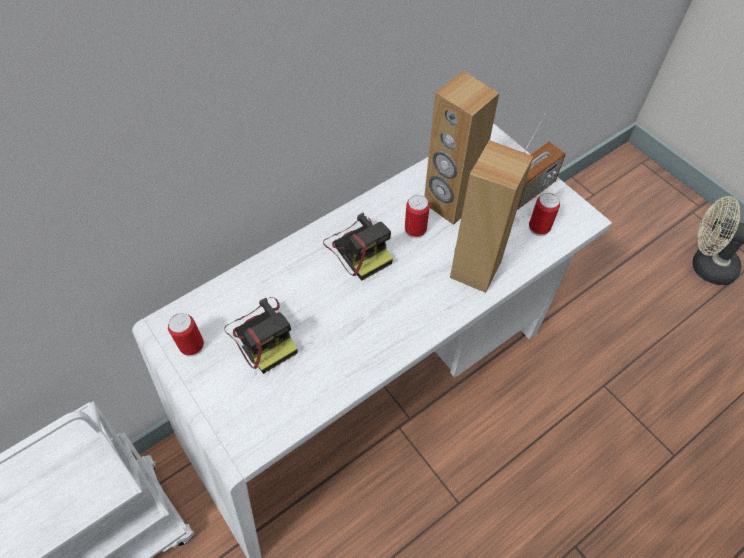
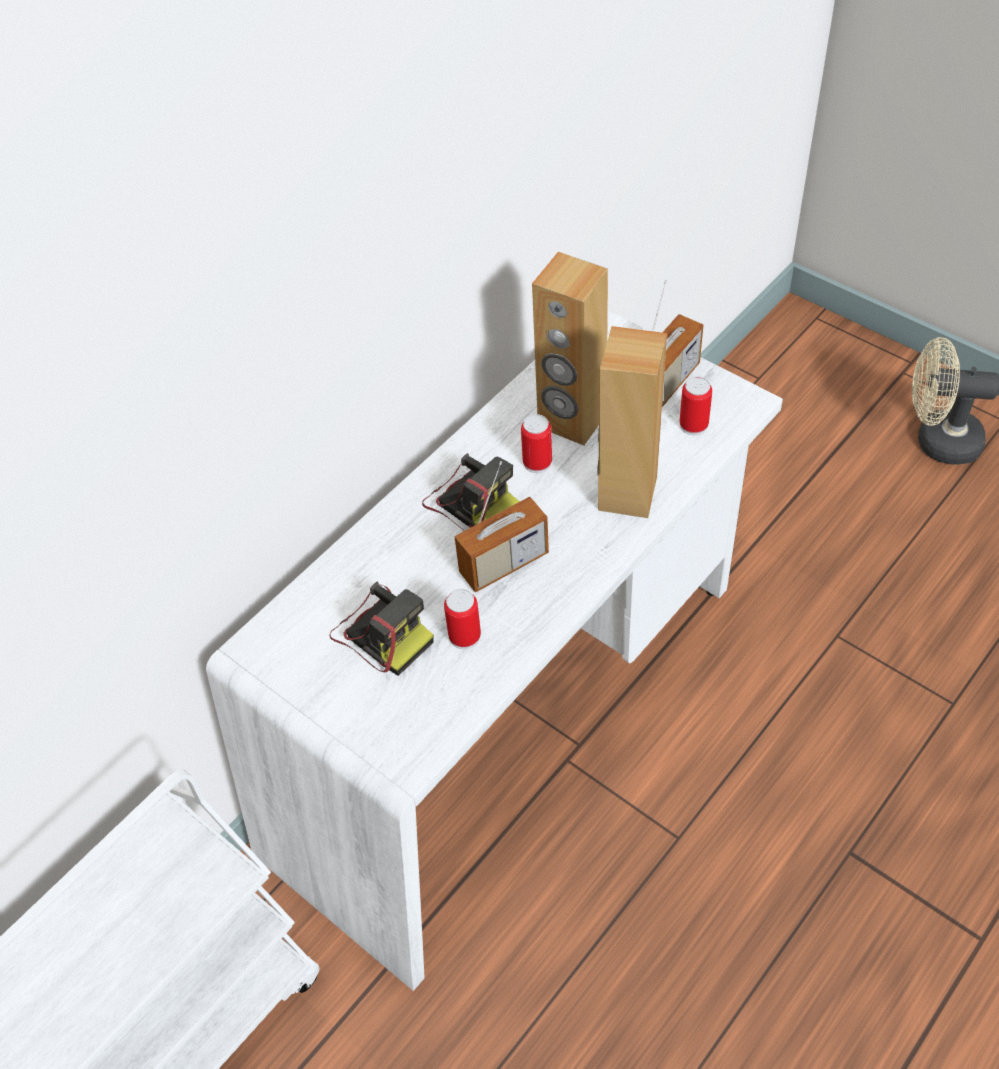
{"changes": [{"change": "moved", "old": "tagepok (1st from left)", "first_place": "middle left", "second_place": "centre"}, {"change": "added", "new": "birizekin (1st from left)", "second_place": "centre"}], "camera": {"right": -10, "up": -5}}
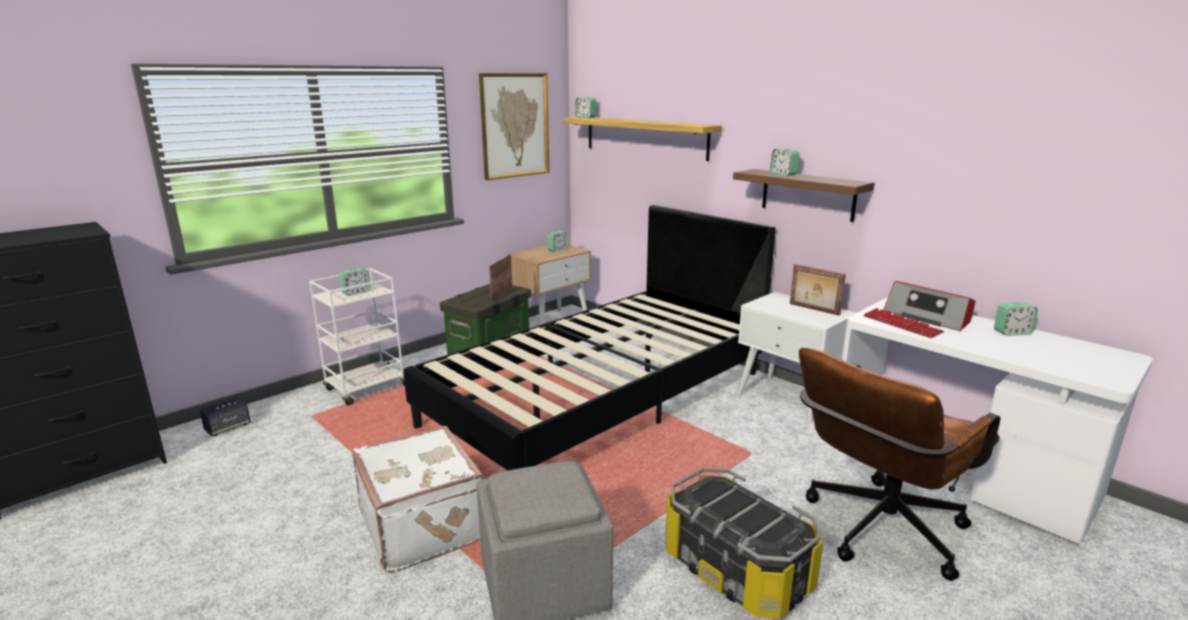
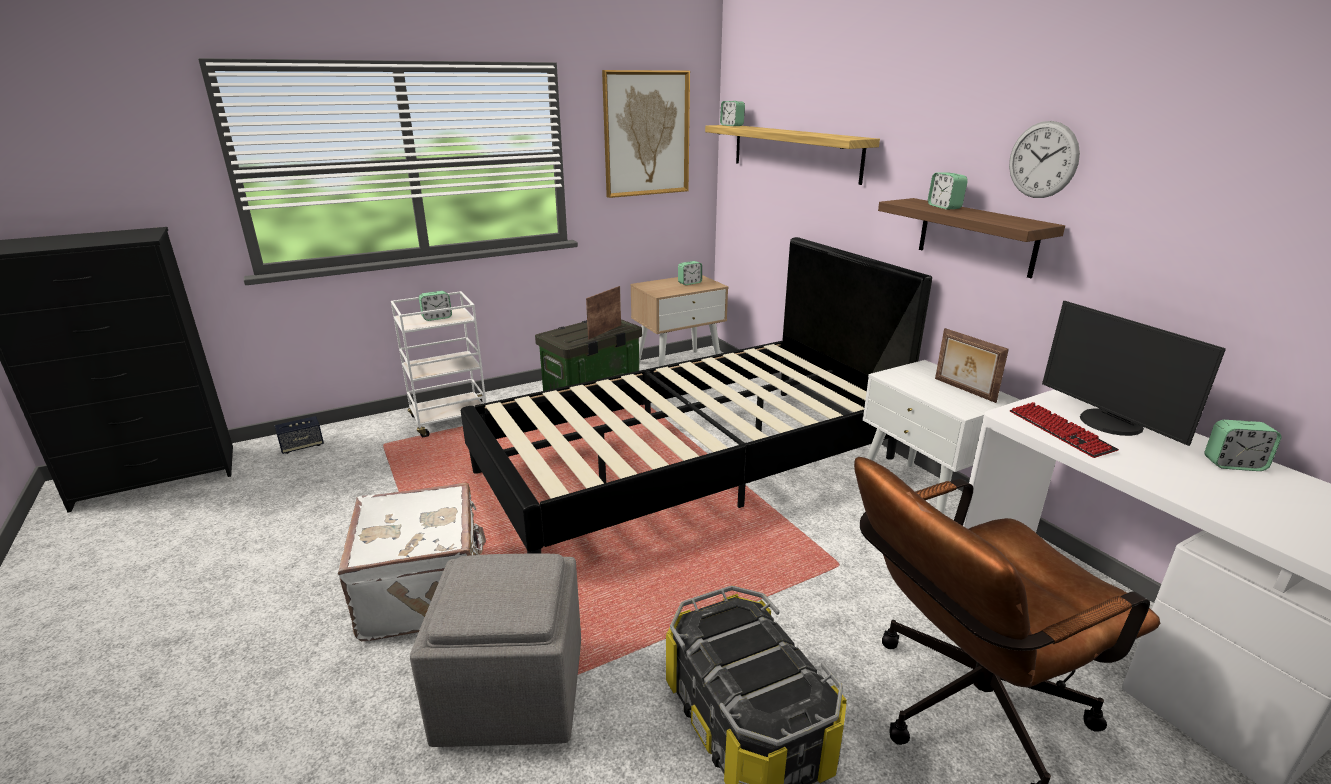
{"changes": [{"change": "replaced", "old": "birizekin", "new": "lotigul", "first_place": "middle right", "second_place": "middle right"}, {"change": "added", "new": "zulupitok", "second_place": "top right"}], "camera": {"right": 15, "up": 5}}
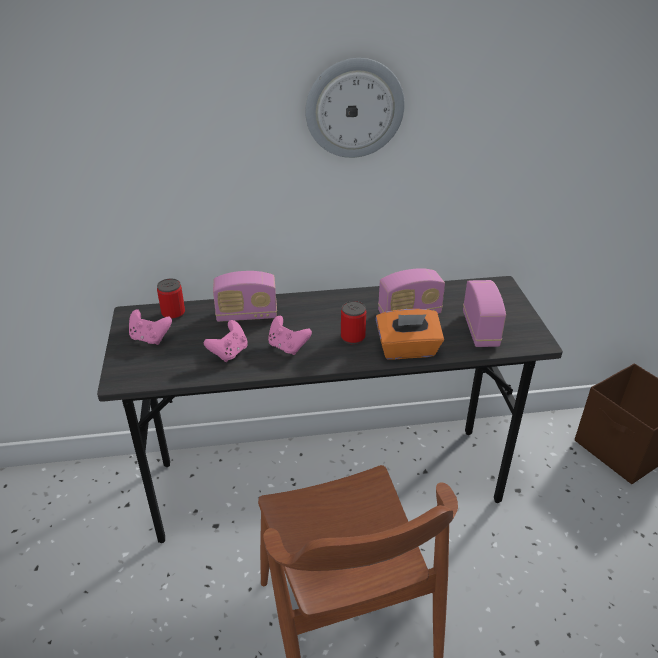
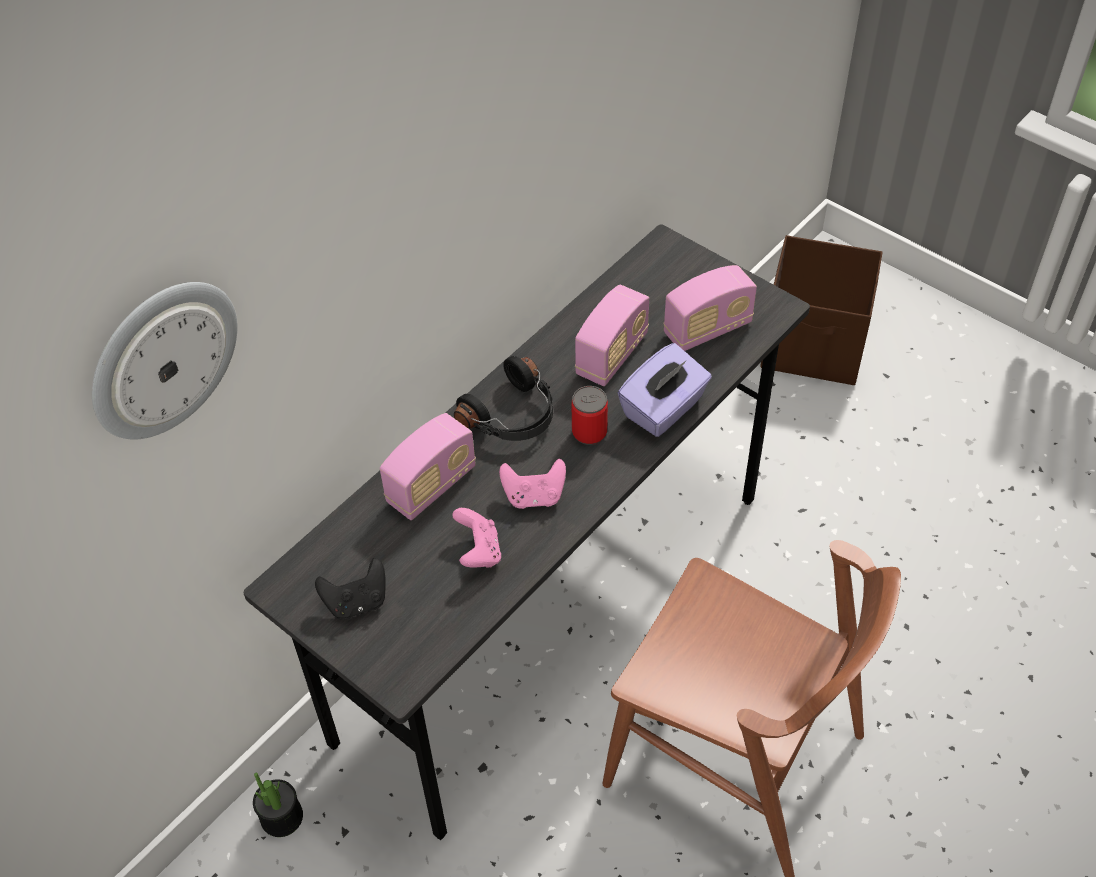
{"changes": [{"change": "recoloured", "old": "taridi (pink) (1st from left)", "new": "taridi (black)", "first_place": "middle left", "second_place": "bottom left"}, {"change": "removed", "old": "tagepok (1st from left)", "first_place": "middle left"}, {"change": "moved", "old": "zulupitok", "first_place": "top centre", "second_place": "middle left"}, {"change": "recoloured", "old": "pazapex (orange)", "new": "pazapex (purple)", "first_place": "centre", "second_place": "centre"}, {"change": "turned", "old": "birizekin (3rd from left)", "first_place": "middle right", "second_place": "centre", "degrees": 105}, {"change": "added", "new": "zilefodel", "second_place": "bottom left"}, {"change": "added", "new": "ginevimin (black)", "second_place": "centre"}], "camera": {"right": -40, "up": 15}}
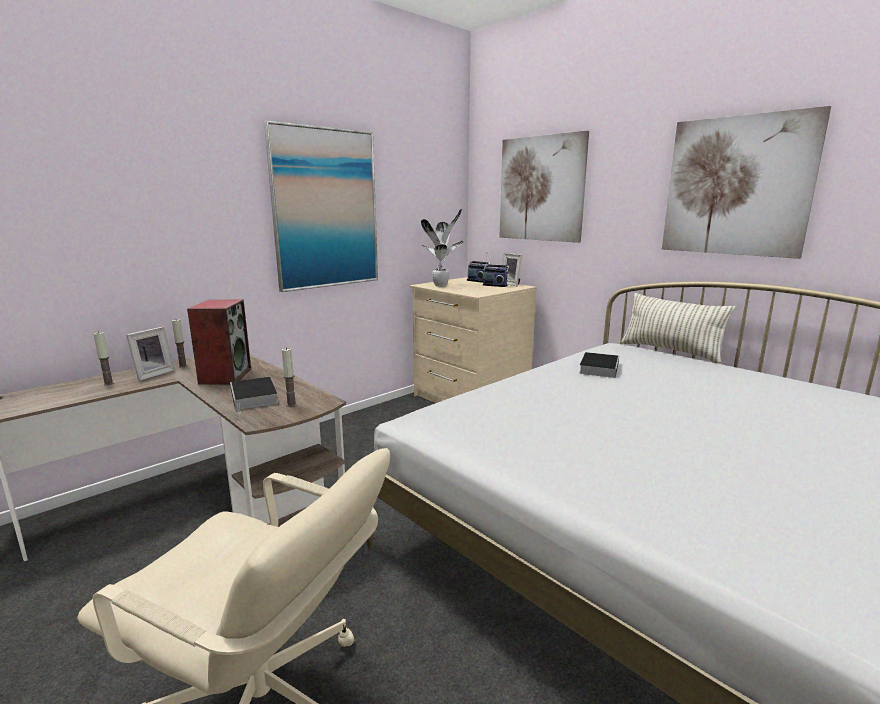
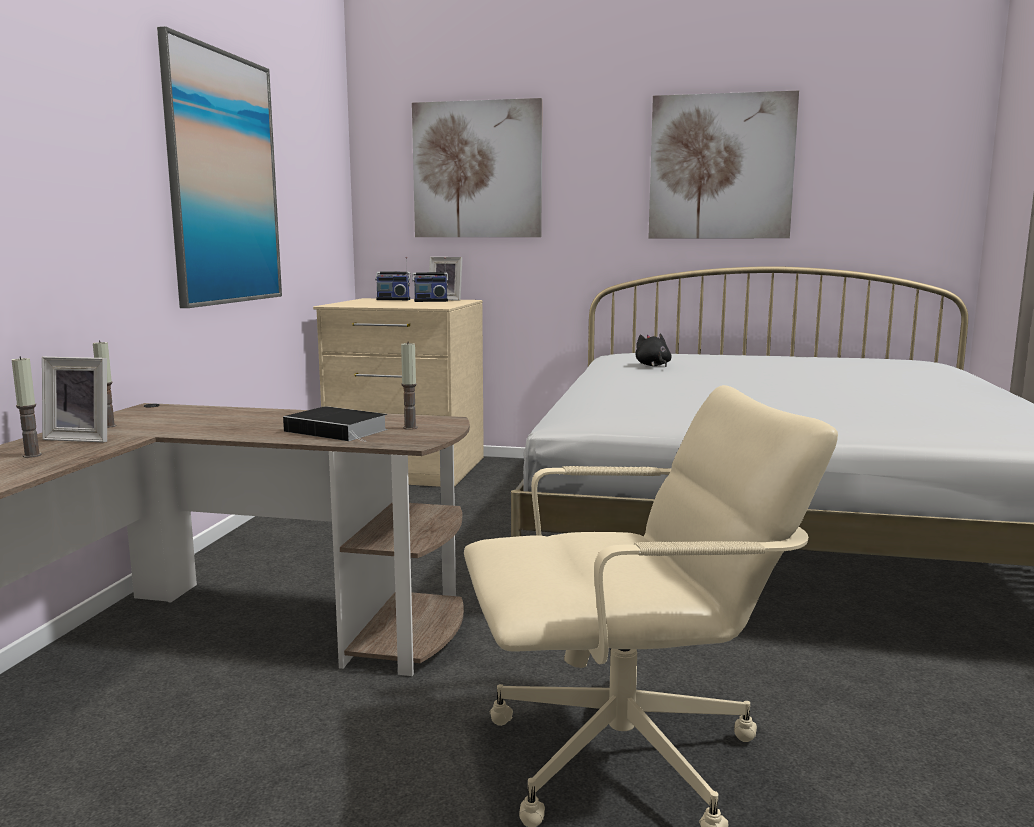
{"changes": [{"change": "turned", "old": "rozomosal (1st from left)", "first_place": "middle left", "second_place": "middle left", "degrees": 105}, {"change": "removed", "old": "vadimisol", "first_place": "middle left"}, {"change": "removed", "old": "zilefodel", "first_place": "centre"}, {"change": "replaced", "old": "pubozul (2nd from left)", "new": "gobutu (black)", "first_place": "middle right", "second_place": "centre"}, {"change": "removed", "old": "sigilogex", "first_place": "middle right"}], "camera": {"right": -35, "up": -5}}
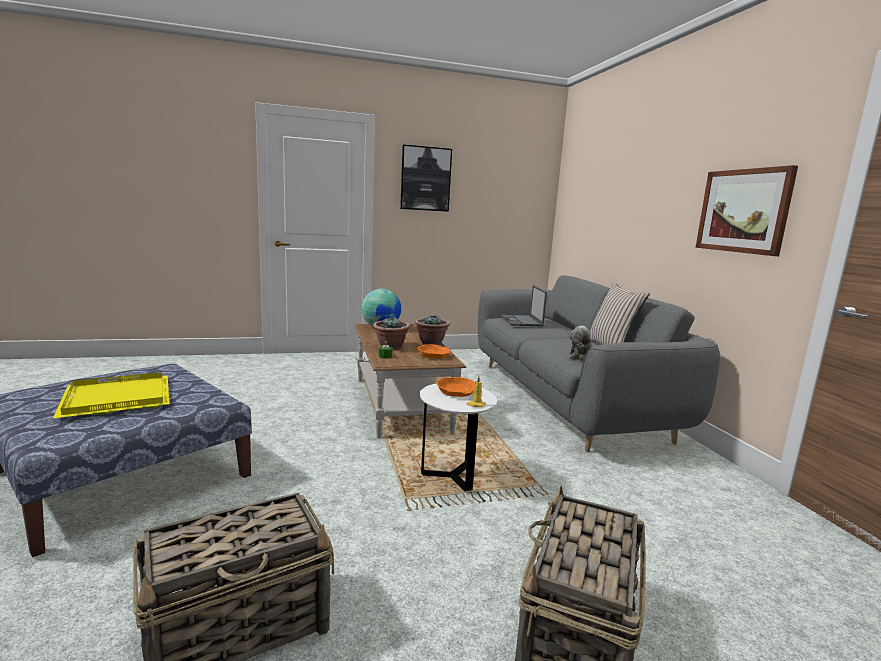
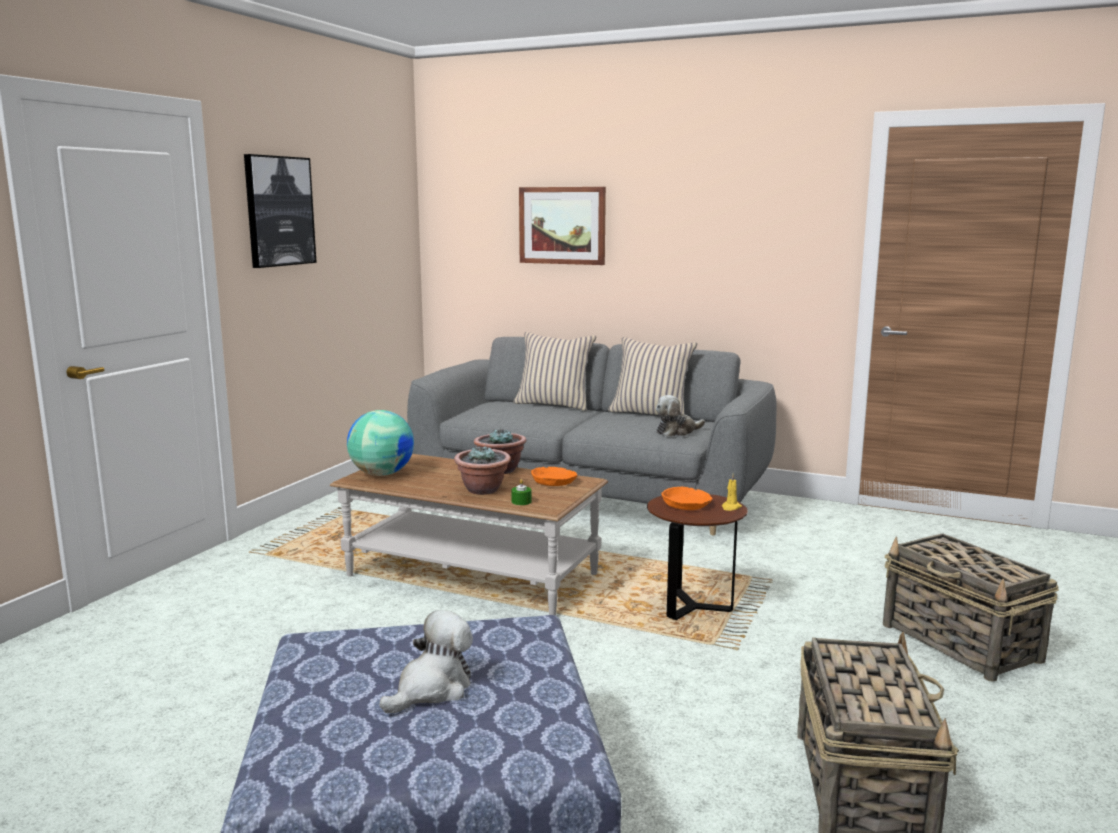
{"changes": [{"change": "replaced", "old": "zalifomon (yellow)", "new": "gobutu (1st from left)", "first_place": "middle left", "second_place": "bottom centre"}, {"change": "recoloured", "old": "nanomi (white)", "new": "nanomi (brown)", "first_place": "centre", "second_place": "bottom centre"}, {"change": "removed", "old": "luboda", "first_place": "centre"}, {"change": "moved", "old": "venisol (2nd from left)", "first_place": "top right", "second_place": "top centre"}, {"change": "added", "new": "sigilogex (beige) (1st from left)", "second_place": "centre"}], "camera": {"right": -50, "up": 0}}
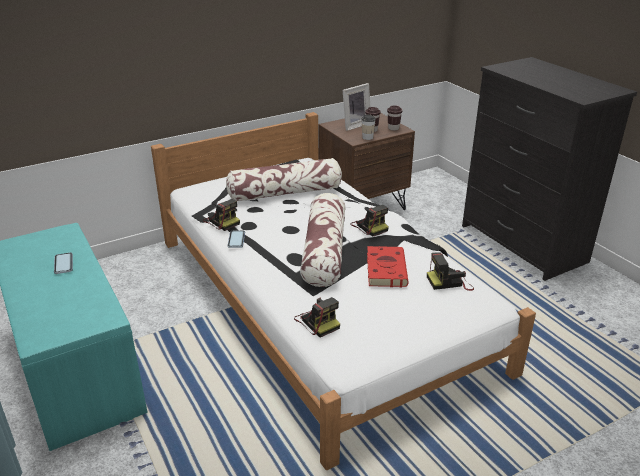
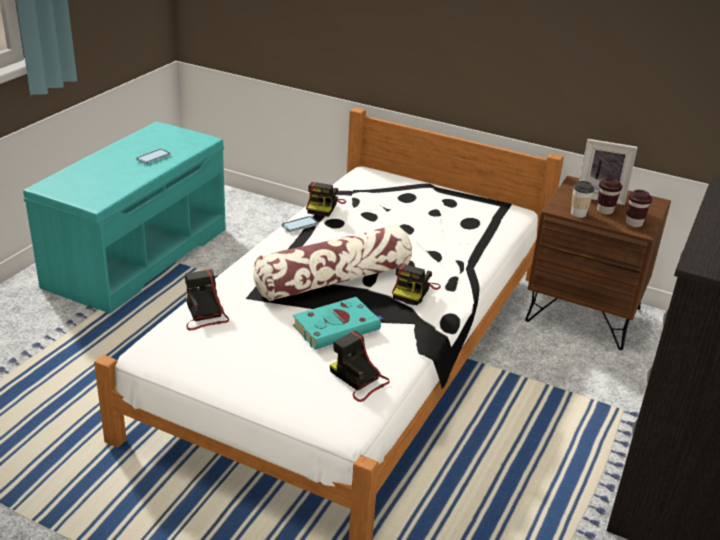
{"changes": [{"change": "removed", "old": "sigilogex (1st from left)", "first_place": "centre"}, {"change": "turned", "old": "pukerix (2nd from left in the first image)", "first_place": "centre", "second_place": "middle left", "degrees": 135}, {"change": "recoloured", "old": "pubozul (red)", "new": "pubozul (turquoise)", "first_place": "centre", "second_place": "centre"}], "camera": {"right": 55, "up": 0}}
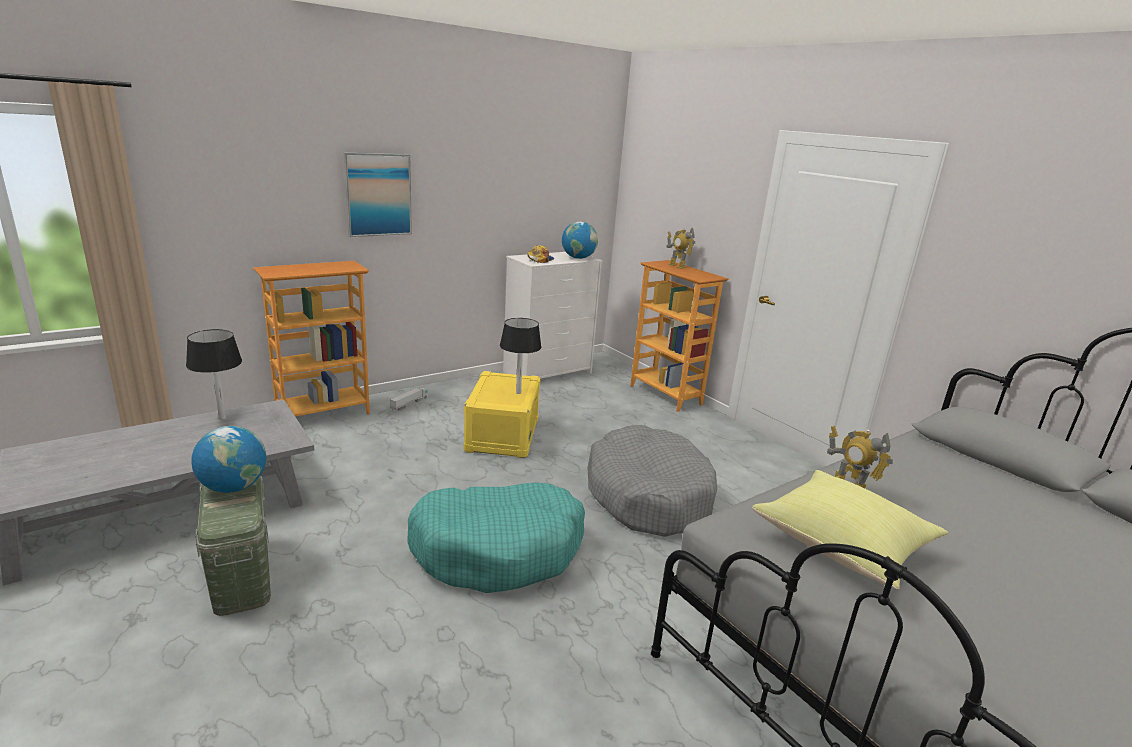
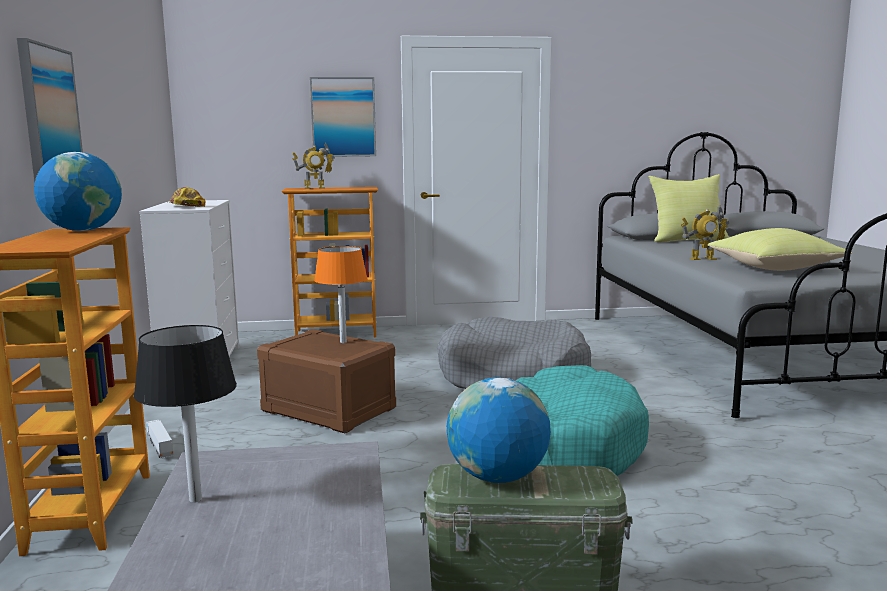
{"changes": [{"change": "recoloured", "old": "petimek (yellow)", "new": "petimek (brown)", "first_place": "centre", "second_place": "centre"}, {"change": "recoloured", "old": "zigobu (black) (2nd from left)", "new": "zigobu (orange)", "first_place": "centre", "second_place": "centre"}, {"change": "moved", "old": "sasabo (2nd from left in the first image)", "new": "sasabo (1st from left)", "first_place": "top centre", "second_place": "top left"}, {"change": "added", "new": "venisol (2nd from left)", "second_place": "top centre"}, {"change": "added", "new": "sigilogex (yellow) (1st from left)", "second_place": "middle right"}], "camera": {"right": -60, "up": -10}}
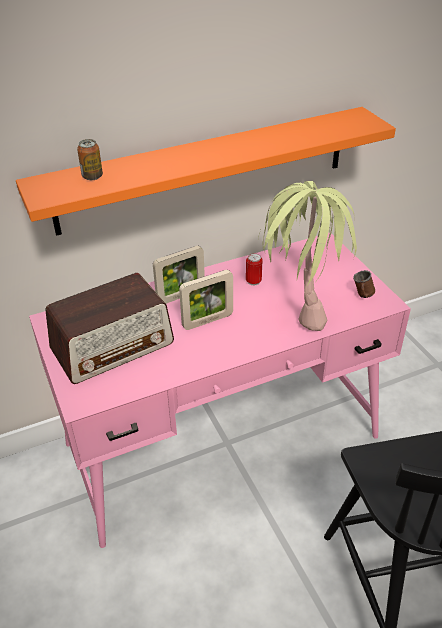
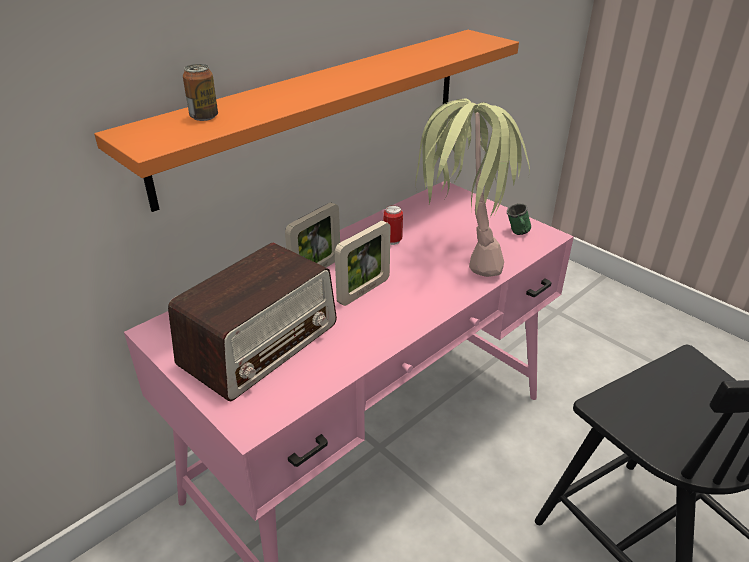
{"changes": [{"change": "recoloured", "old": "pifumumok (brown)", "new": "pifumumok (green)", "first_place": "middle right", "second_place": "middle right"}], "camera": {"right": -20, "up": -5}}
